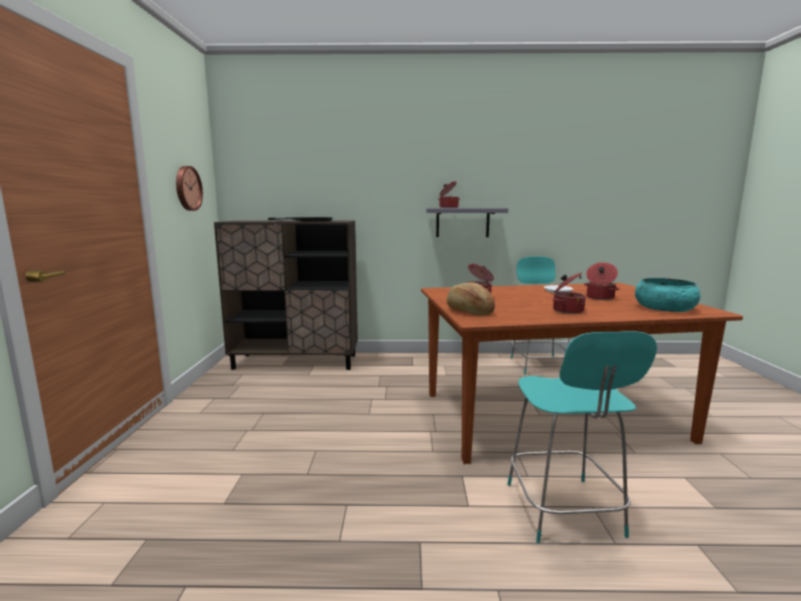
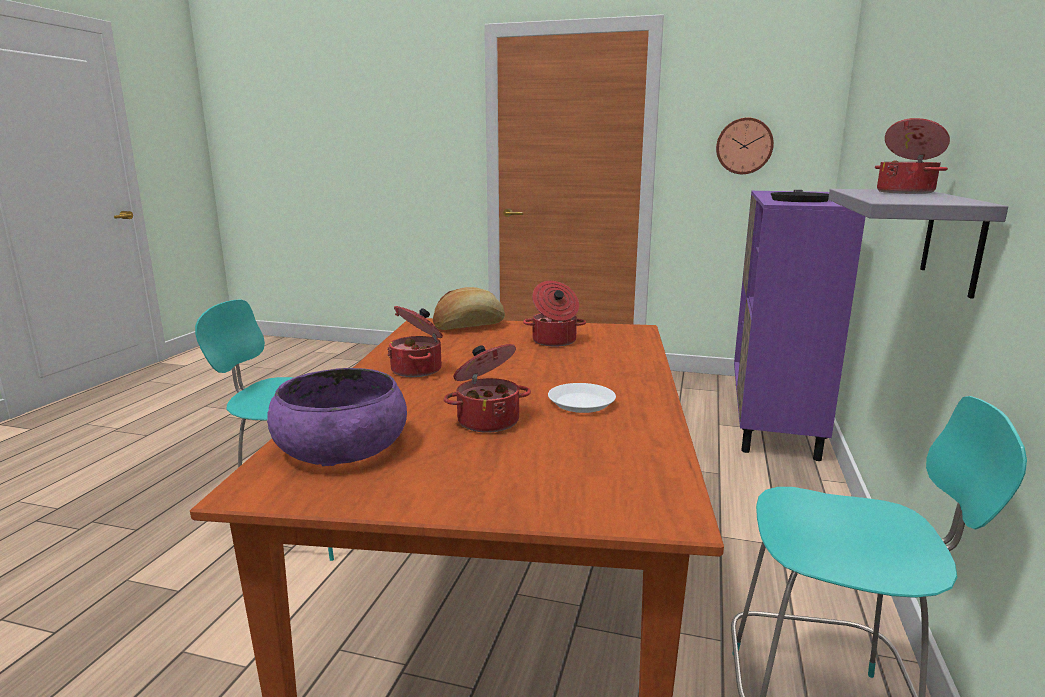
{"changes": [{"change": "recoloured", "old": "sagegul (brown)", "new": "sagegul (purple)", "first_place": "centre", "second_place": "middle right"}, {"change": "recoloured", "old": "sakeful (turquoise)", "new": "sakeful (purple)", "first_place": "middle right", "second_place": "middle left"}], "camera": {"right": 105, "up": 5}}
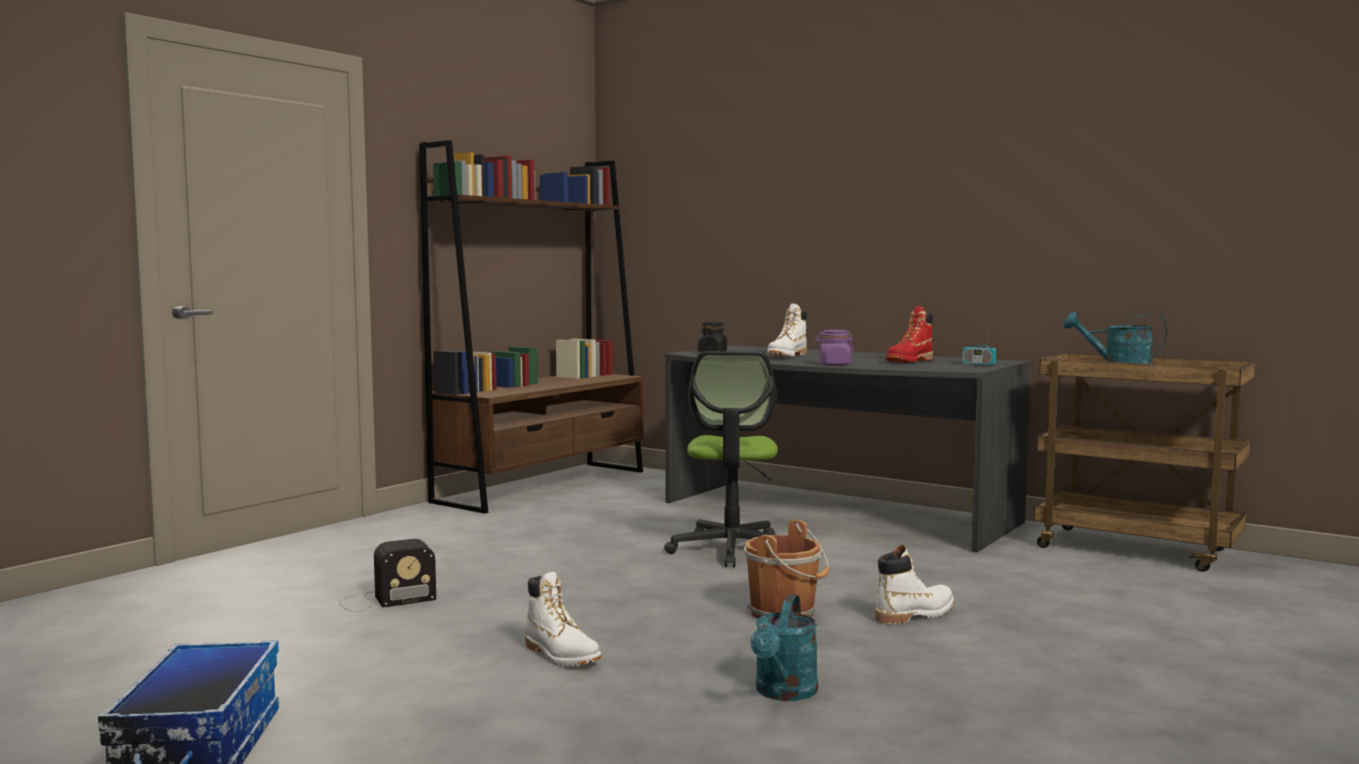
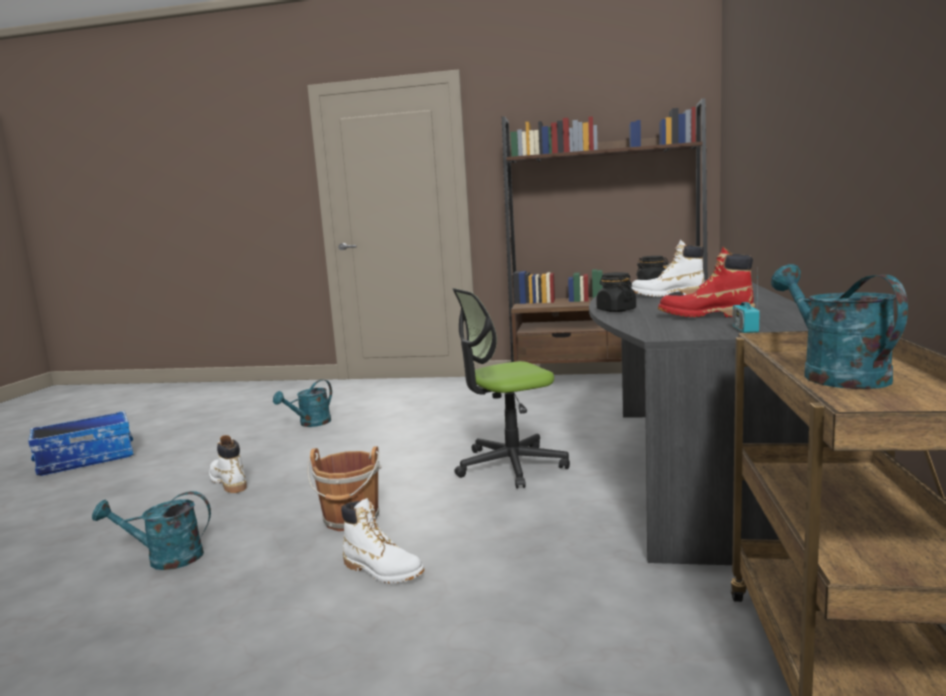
{"changes": [{"change": "replaced", "old": "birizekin (1st from left)", "new": "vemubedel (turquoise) (2nd from left)", "first_place": "bottom left", "second_place": "middle left"}, {"change": "turned", "old": "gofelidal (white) (1st from left)", "first_place": "bottom centre", "second_place": "bottom left", "degrees": 120}, {"change": "recoloured", "old": "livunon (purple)", "new": "livunon (black) (1st from left)", "first_place": "centre", "second_place": "centre"}], "camera": {"right": 65, "up": 5}}
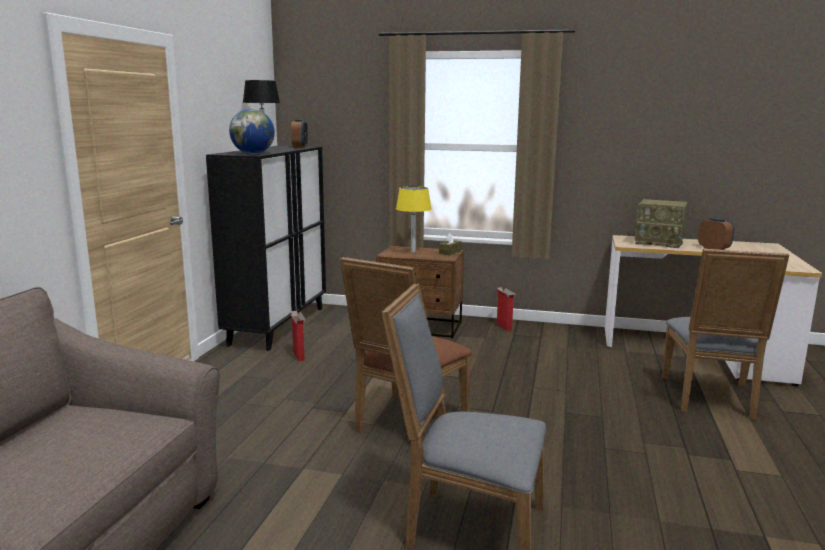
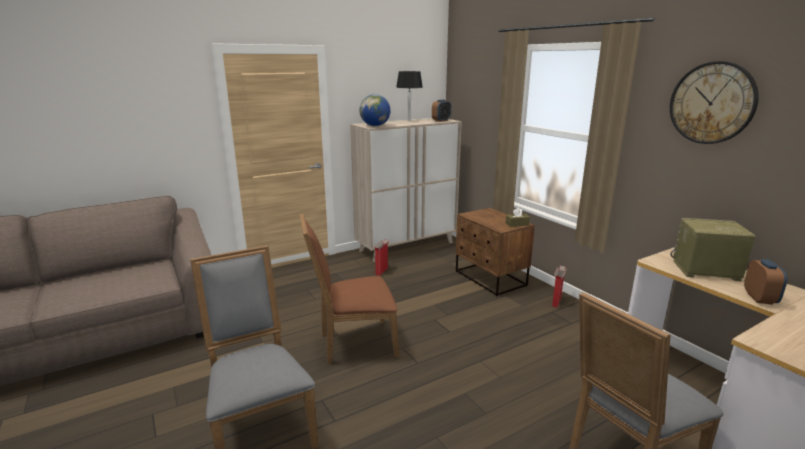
{"changes": [{"change": "recoloured", "old": "sagegul (black)", "new": "sagegul (beige)", "first_place": "middle left", "second_place": "centre"}, {"change": "removed", "old": "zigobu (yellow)", "first_place": "centre"}, {"change": "turned", "old": "birizekin", "first_place": "middle right", "second_place": "middle right", "degrees": 120}, {"change": "added", "new": "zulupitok", "second_place": "top right"}], "camera": {"right": 45, "up": 5}}
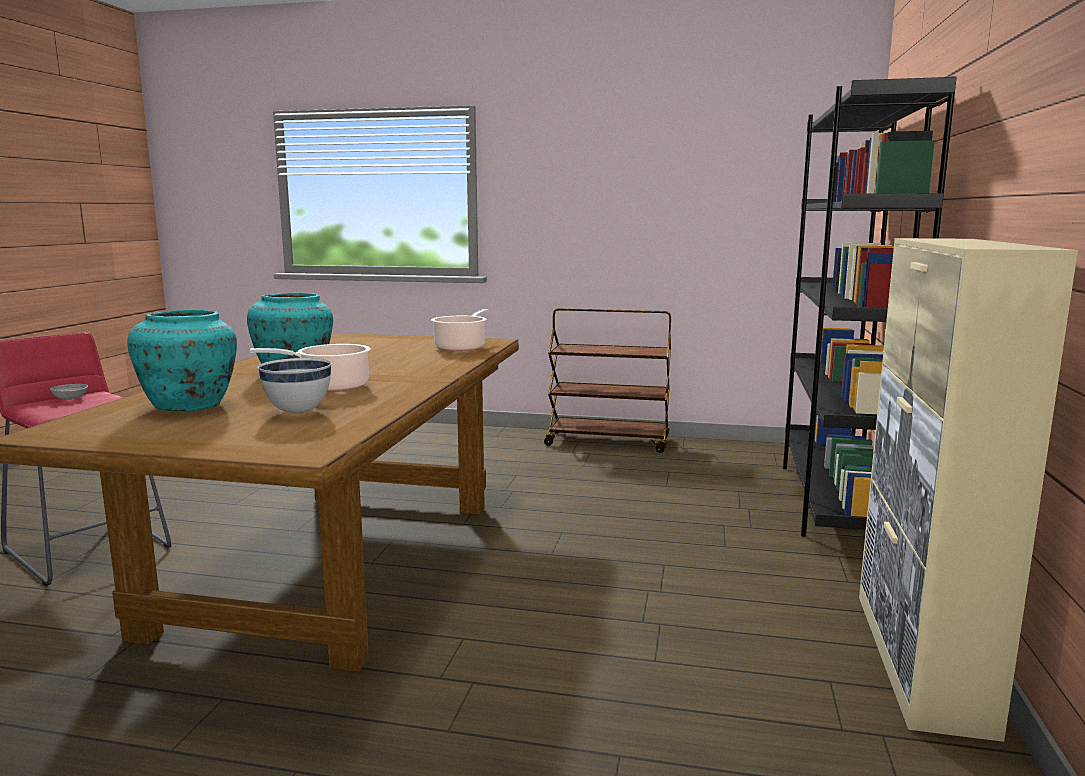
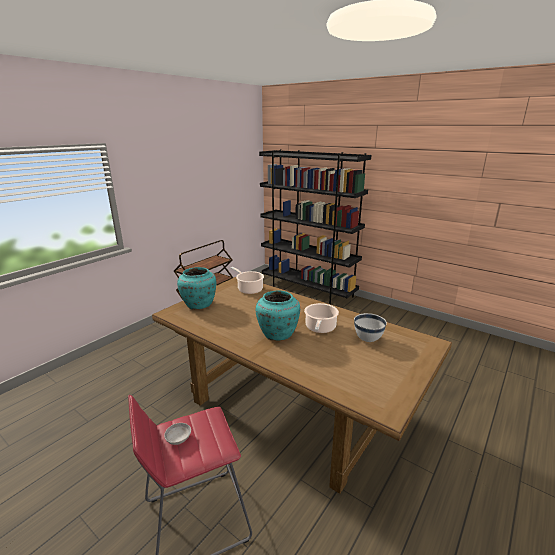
{"changes": [{"change": "moved", "old": "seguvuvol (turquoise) (1st from left)", "first_place": "middle left", "second_place": "centre"}, {"change": "removed", "old": "sagegul (beige)", "first_place": "middle right"}], "camera": {"right": -65, "up": 10}}
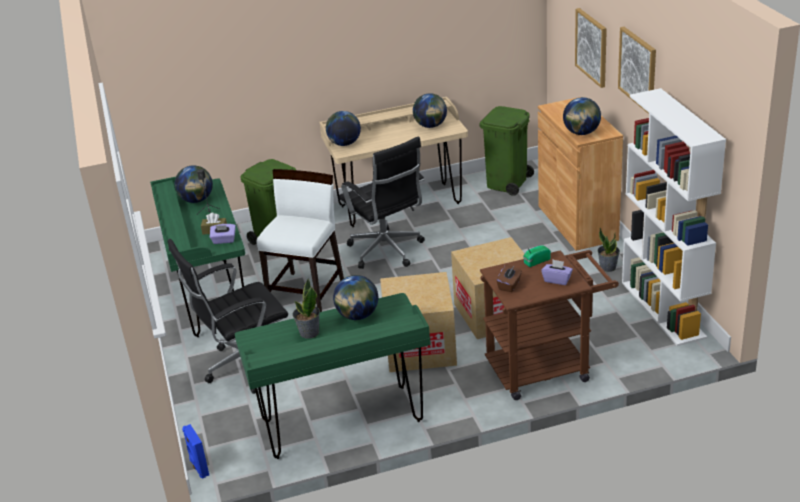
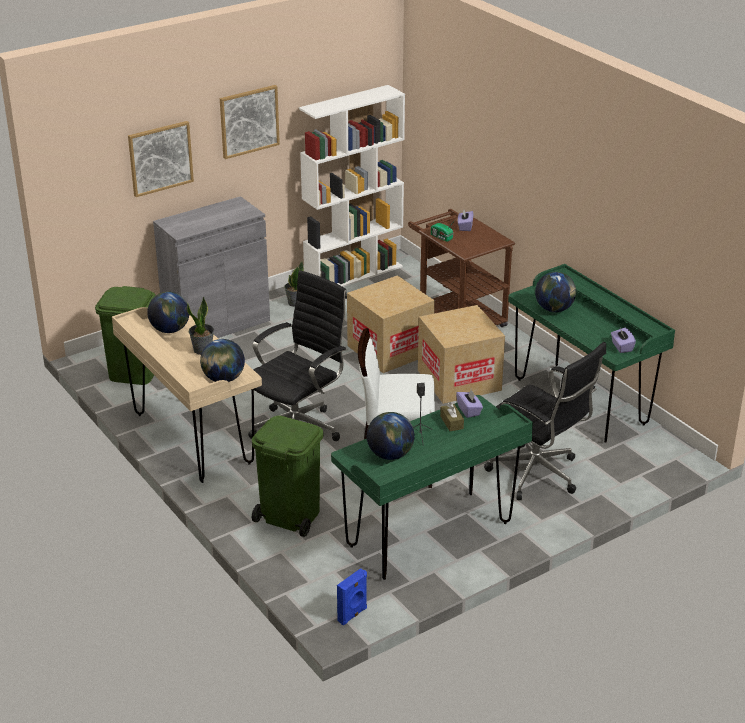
{"changes": [{"change": "moved", "old": "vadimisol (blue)", "first_place": "bottom left", "second_place": "bottom centre"}, {"change": "moved", "old": "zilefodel (1st from left)", "first_place": "centre", "second_place": "middle left"}, {"change": "removed", "old": "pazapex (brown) (2nd from left)", "first_place": "centre"}, {"change": "recoloured", "old": "sagegul (brown)", "new": "sagegul (grey)", "first_place": "middle right", "second_place": "middle left"}, {"change": "removed", "old": "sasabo (5th from left)", "first_place": "top right"}, {"change": "added", "new": "pazapex (purple) (3rd from left)", "second_place": "middle right"}], "camera": {"right": -110, "up": 0}}
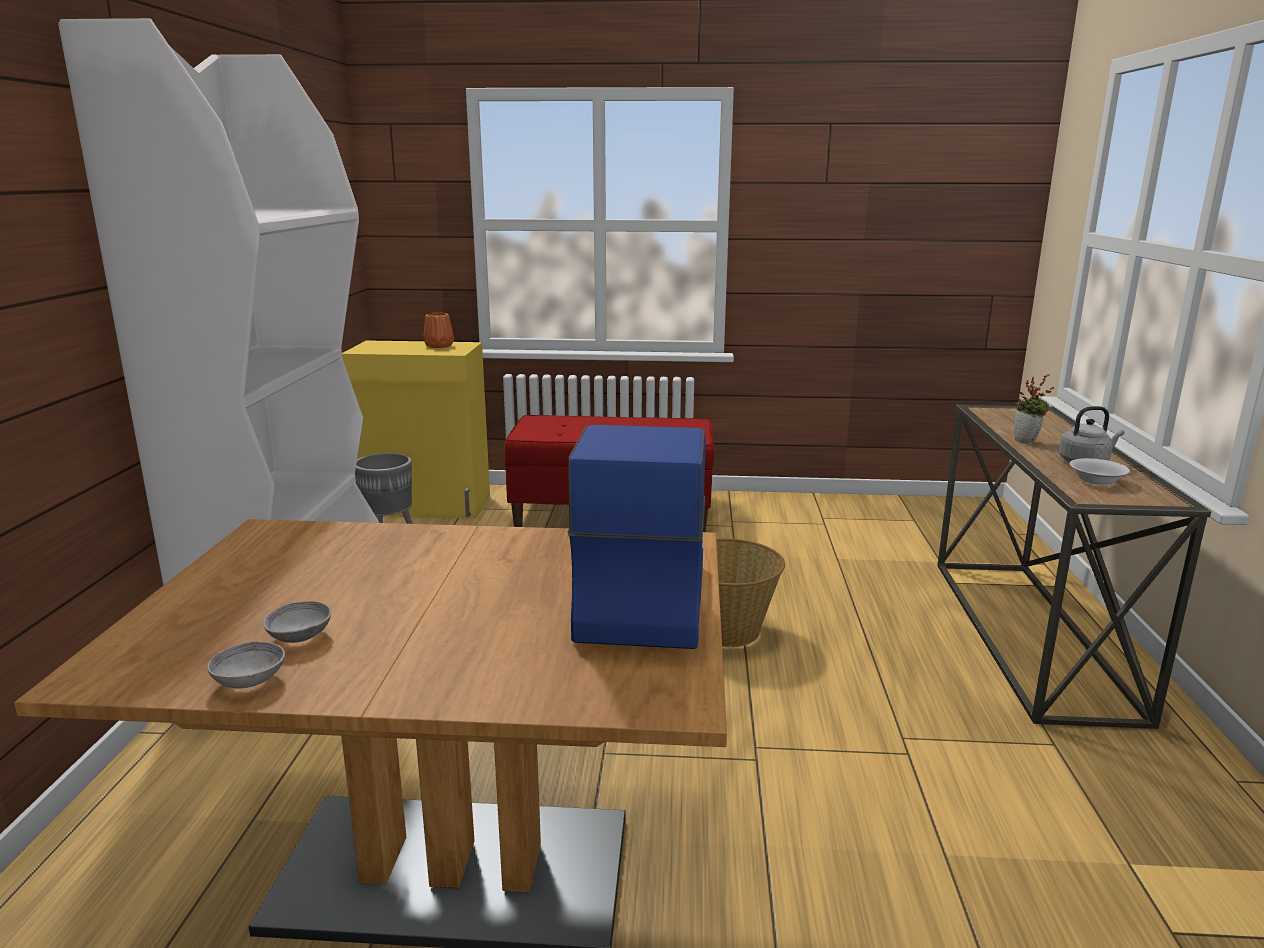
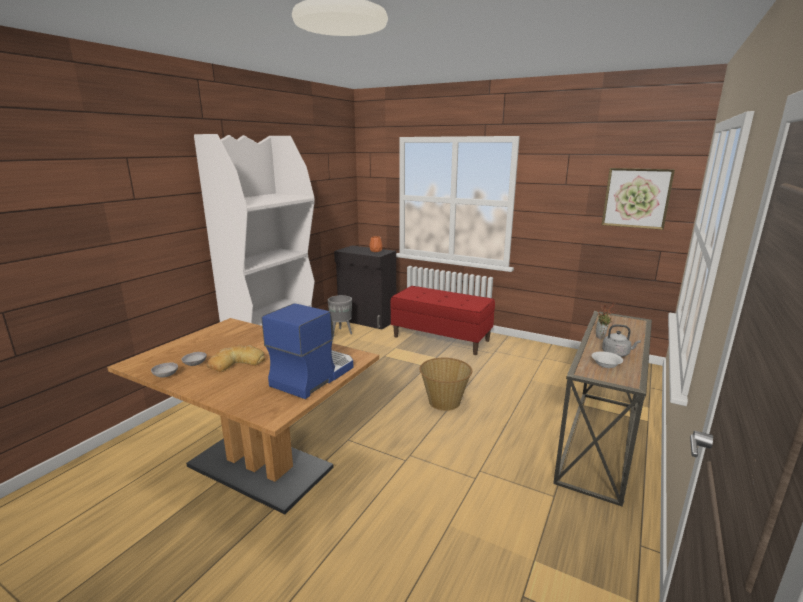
{"changes": [{"change": "recoloured", "old": "sagegul (yellow)", "new": "sagegul (black)", "first_place": "middle left", "second_place": "centre"}, {"change": "added", "new": "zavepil", "second_place": "middle left"}, {"change": "added", "new": "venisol", "second_place": "top right"}], "camera": {"right": 25, "up": 0}}
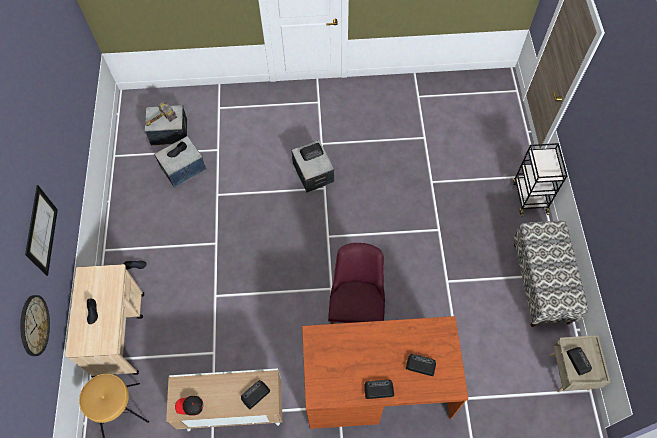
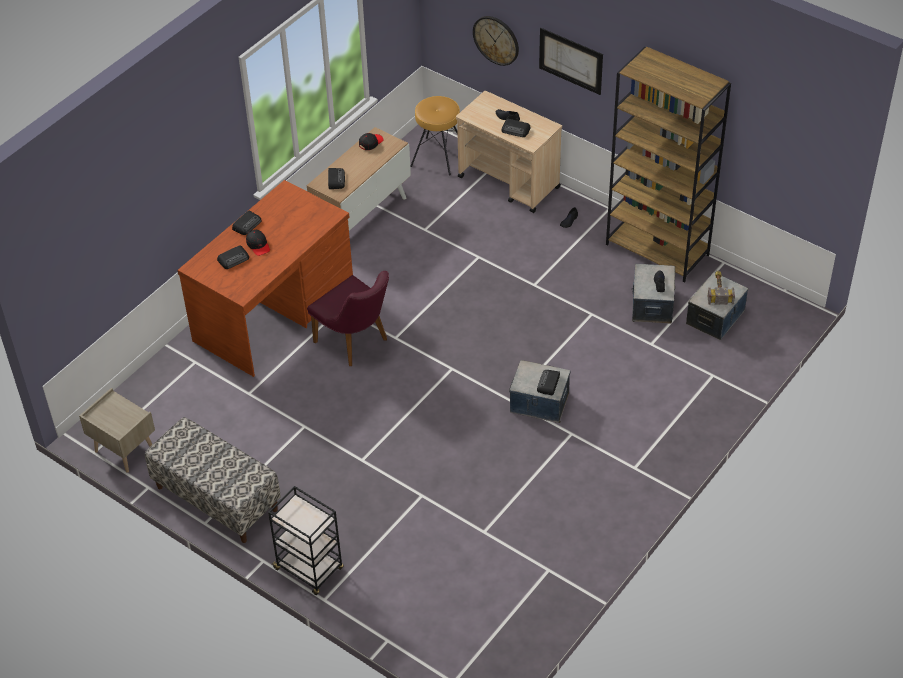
{"changes": [{"change": "moved", "old": "birizekin (5th from left in the first image)", "new": "birizekin (4th from left)", "first_place": "bottom right", "second_place": "top centre"}, {"change": "added", "new": "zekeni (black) (1st from left)", "second_place": "middle left"}, {"change": "added", "new": "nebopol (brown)", "second_place": "top right"}], "camera": {"right": 130, "up": -15}}
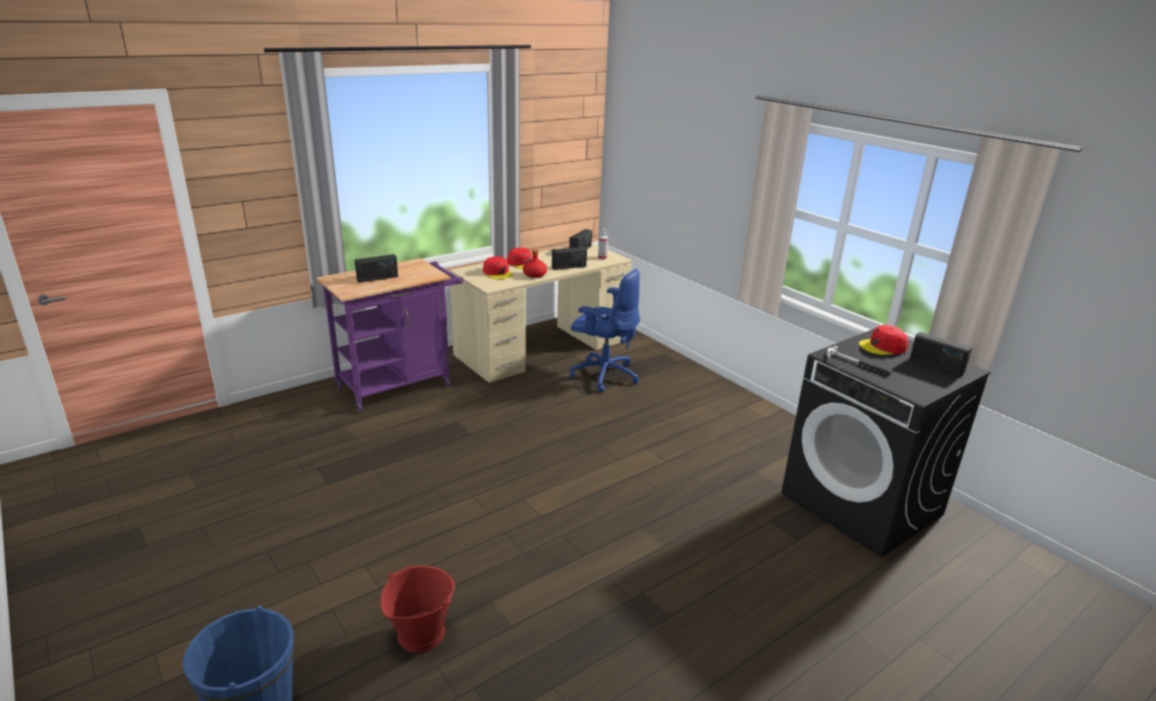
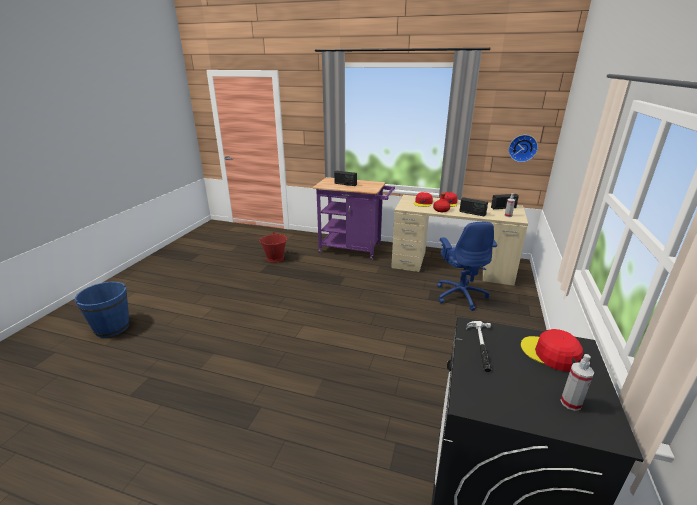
{"changes": [{"change": "moved", "old": "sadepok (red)", "first_place": "bottom centre", "second_place": "centre"}, {"change": "replaced", "old": "birizekin (4th from left)", "new": "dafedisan (2nd from left)", "first_place": "middle right", "second_place": "bottom right"}, {"change": "added", "new": "zulupitok", "second_place": "top right"}], "camera": {"right": 55, "up": 0}}
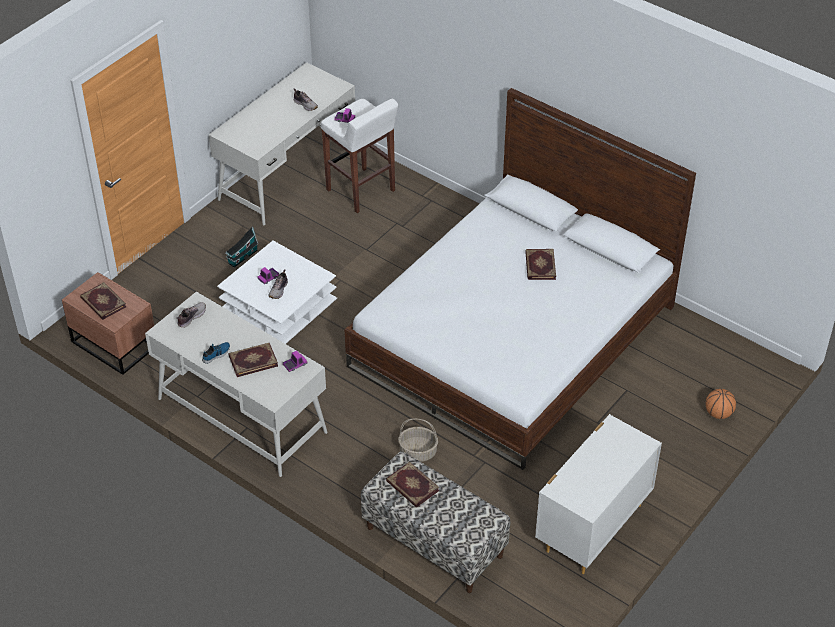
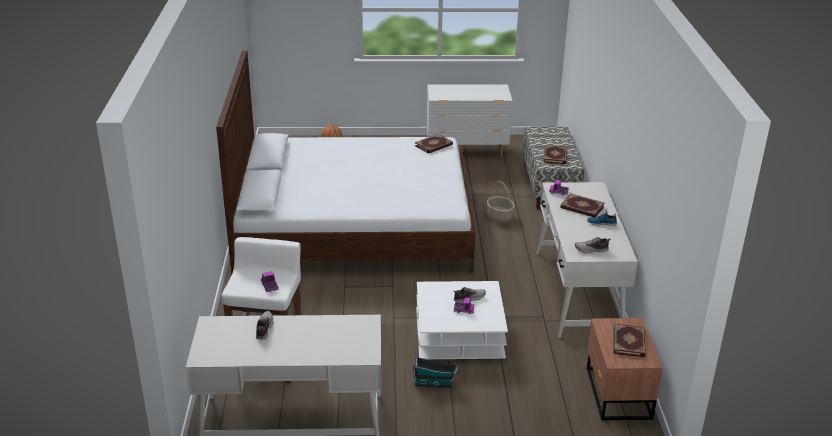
{"changes": [{"change": "moved", "old": "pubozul (4th from left in the first image)", "new": "pubozul (1st from left)", "first_place": "centre", "second_place": "top centre"}], "camera": {"right": -130, "up": -15}}
